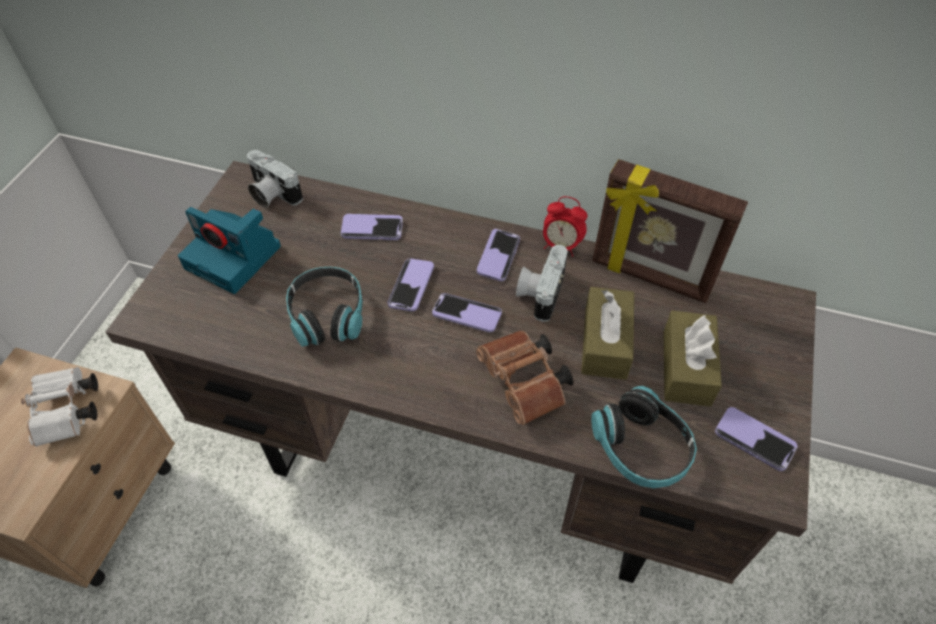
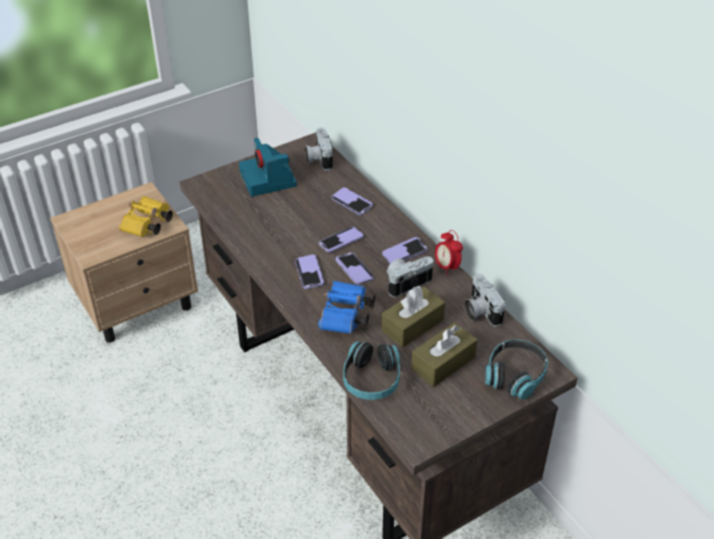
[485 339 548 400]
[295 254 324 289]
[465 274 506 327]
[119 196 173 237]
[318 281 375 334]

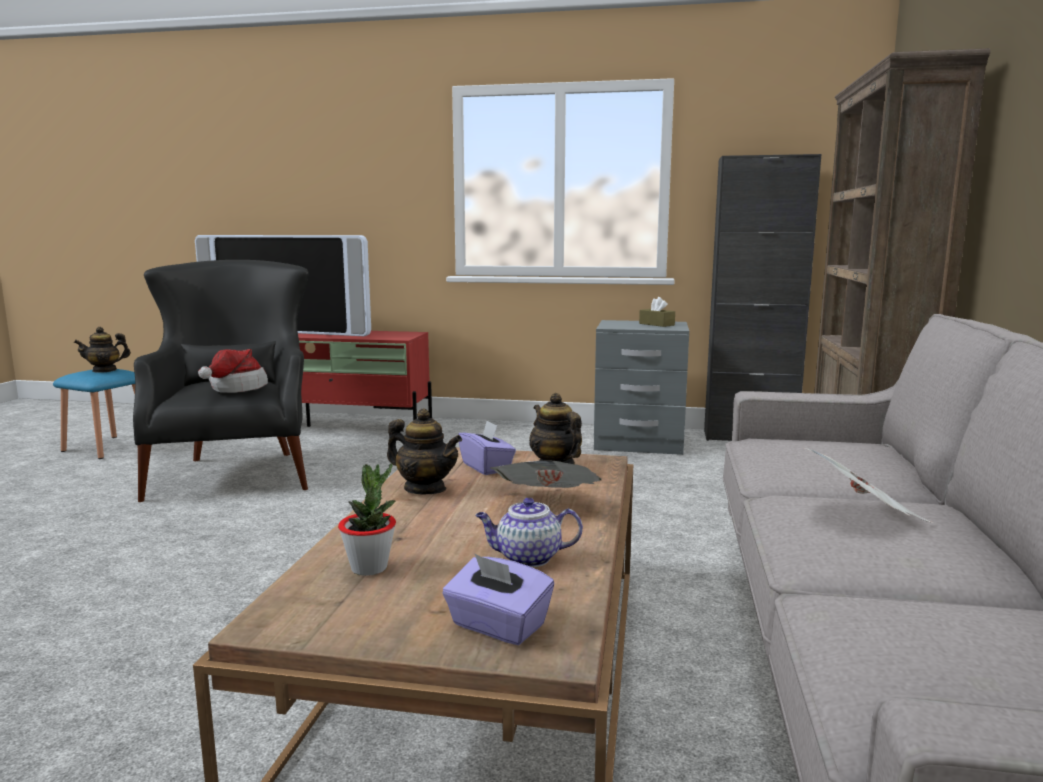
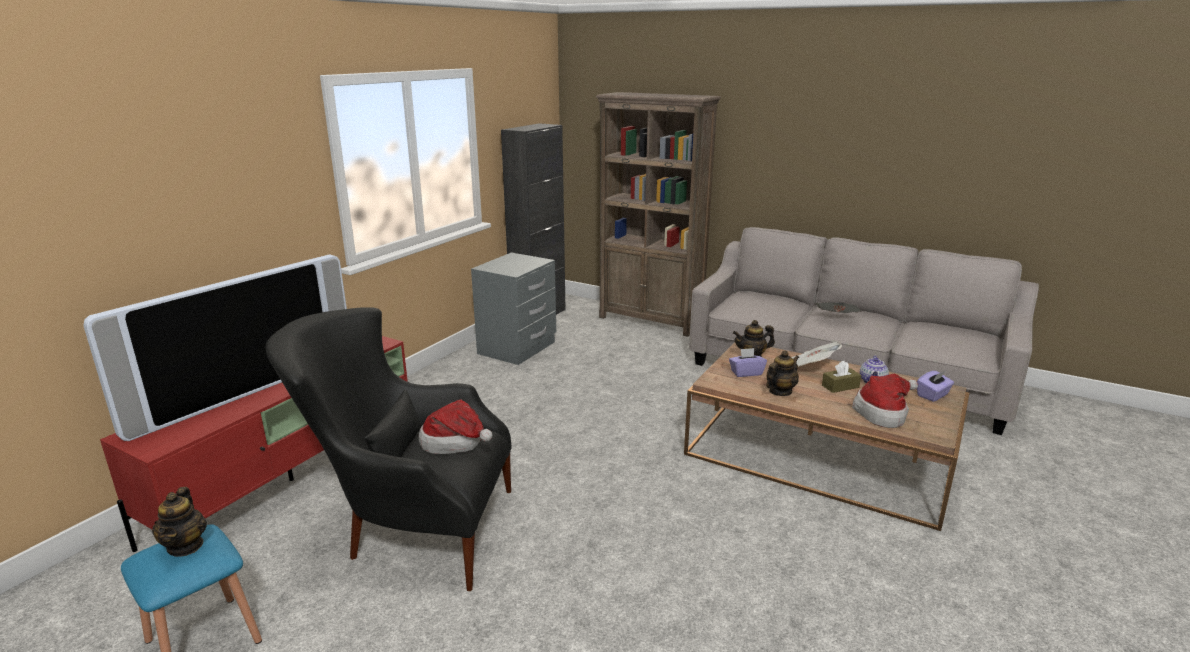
[822 361 861 393]
[852 374 918 428]

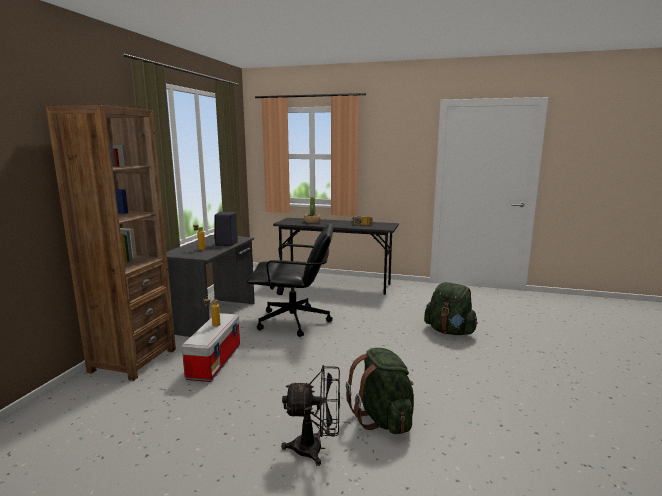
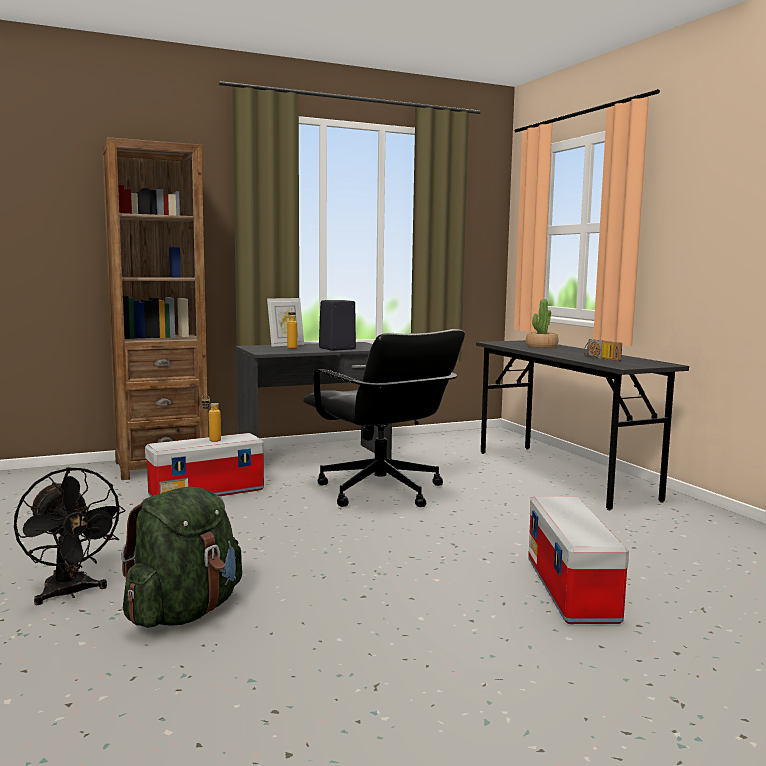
[267 298 304 347]
[528 496 629 624]

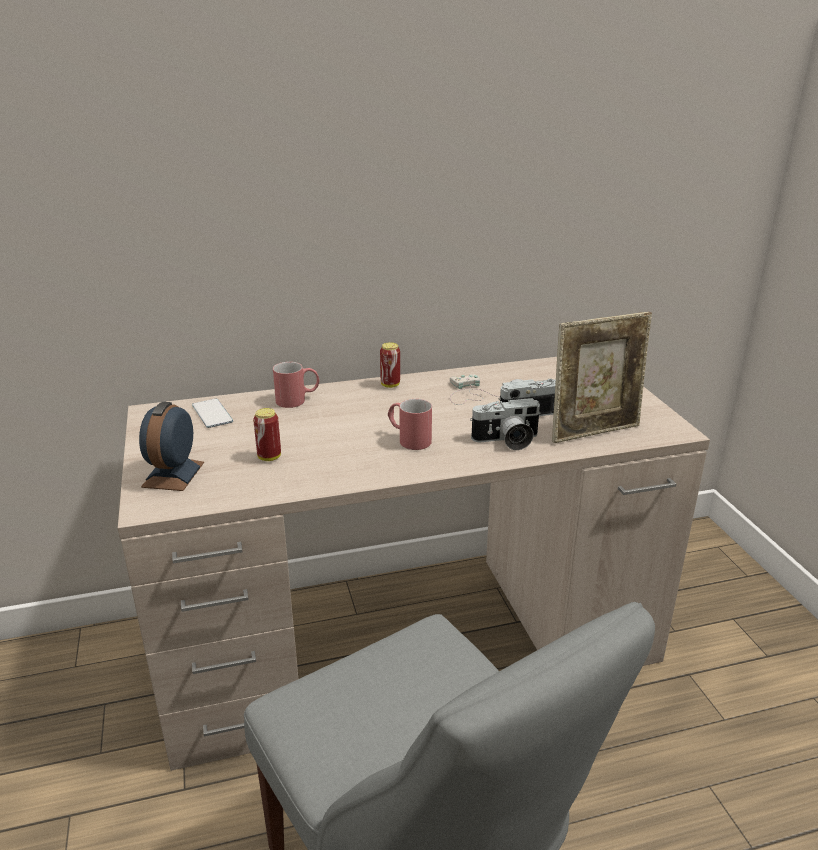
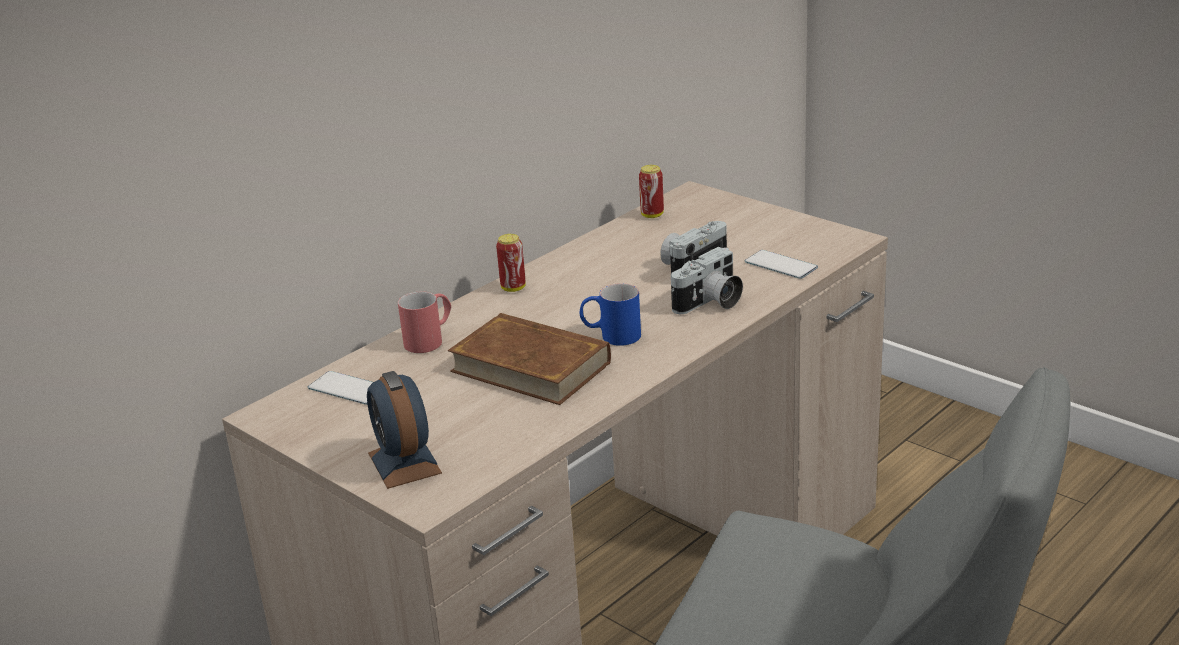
[450 374 500 405] (first image)
[448 313 611 405]
[639 165 664 218]
[744 250 818 279]
[580 283 641 346]

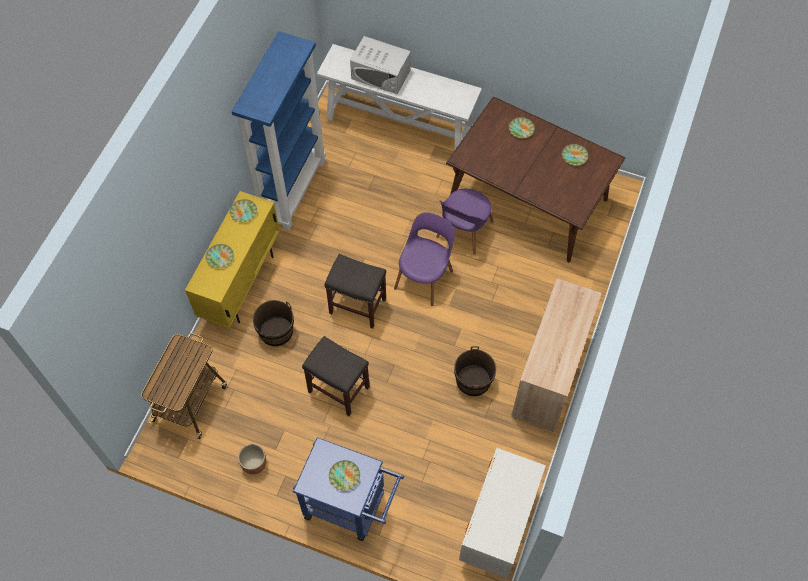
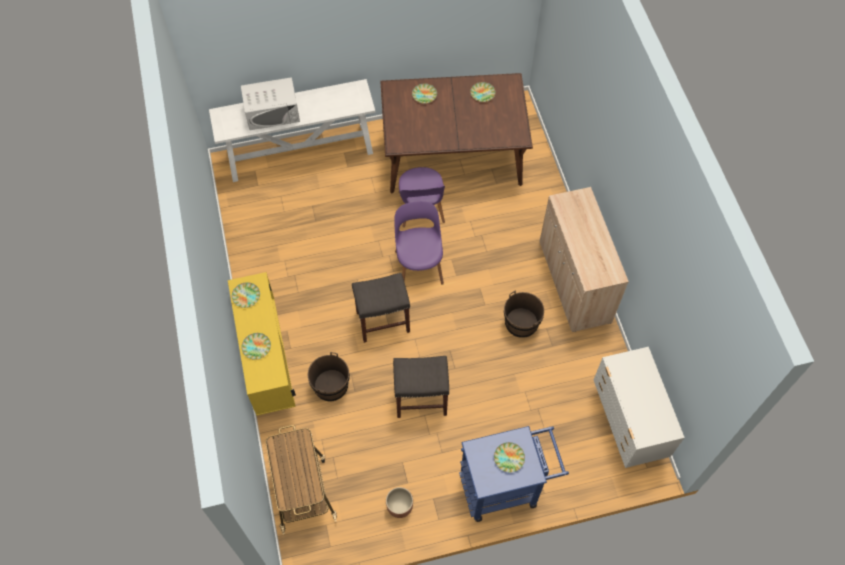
[232 31 326 231] (first image)

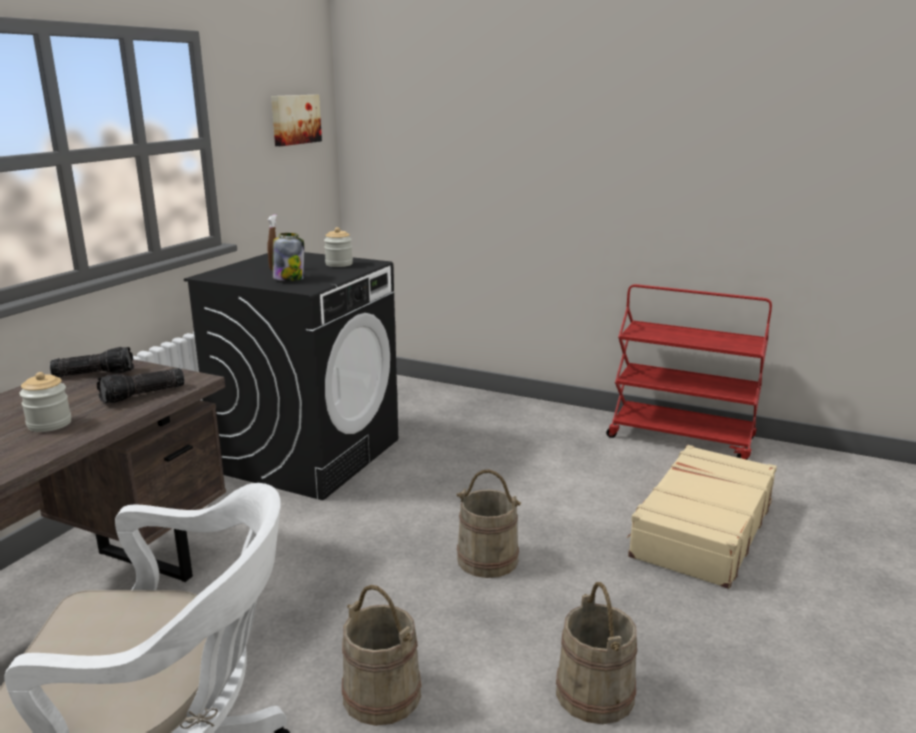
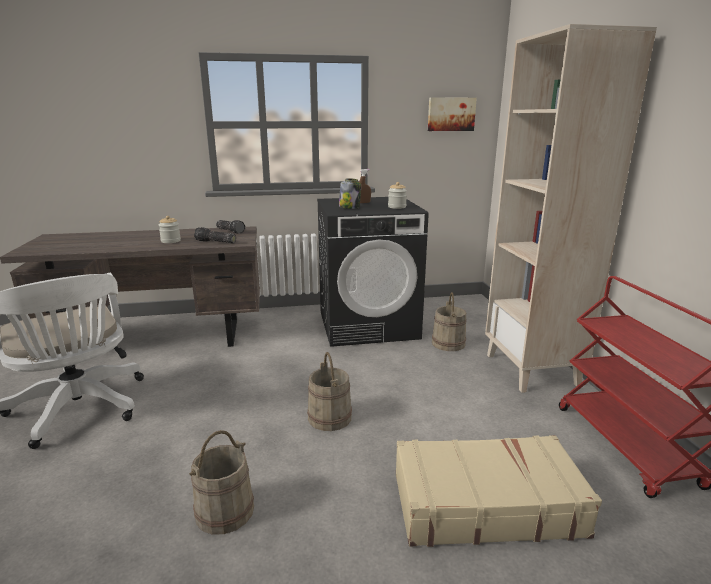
[485 24 657 393]
[432 292 467 351]

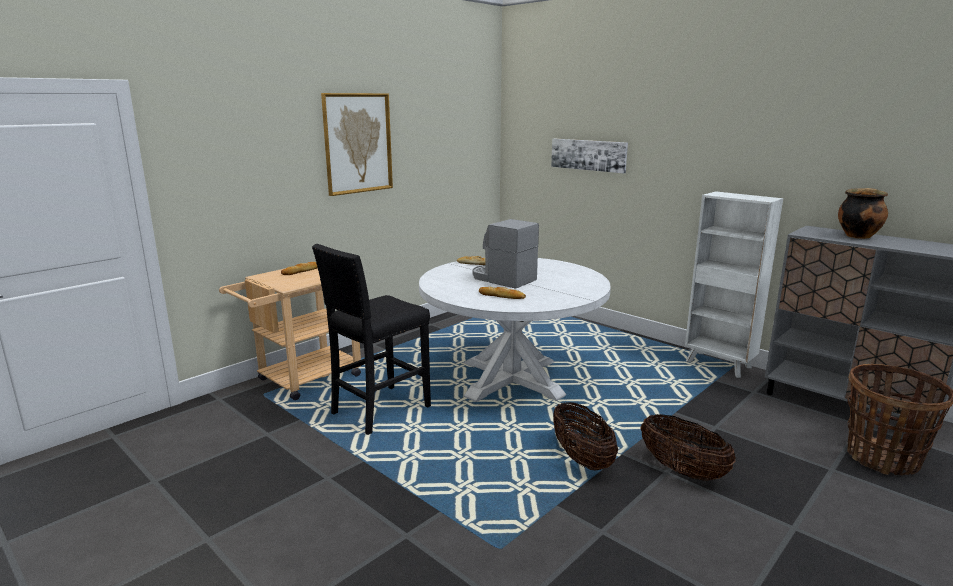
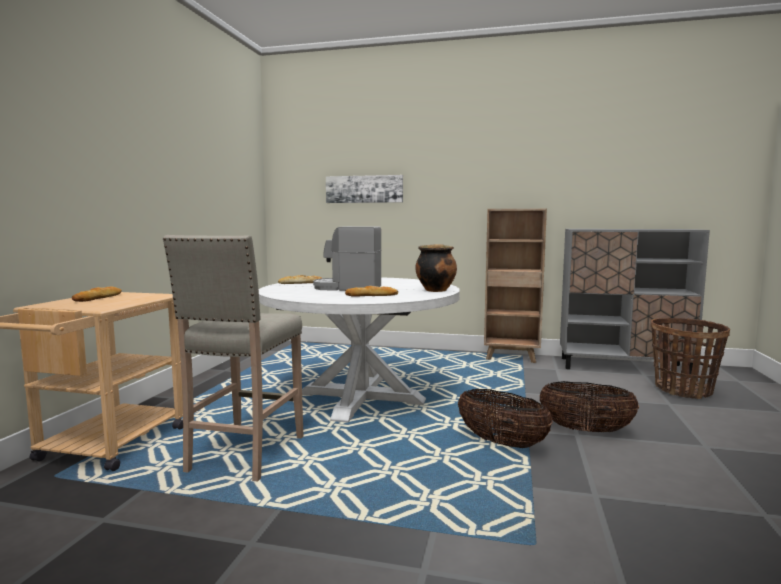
[321 93 393 196] (first image)
[415 244 457 292]
[163 235 304 482]
[484 209 547 363]

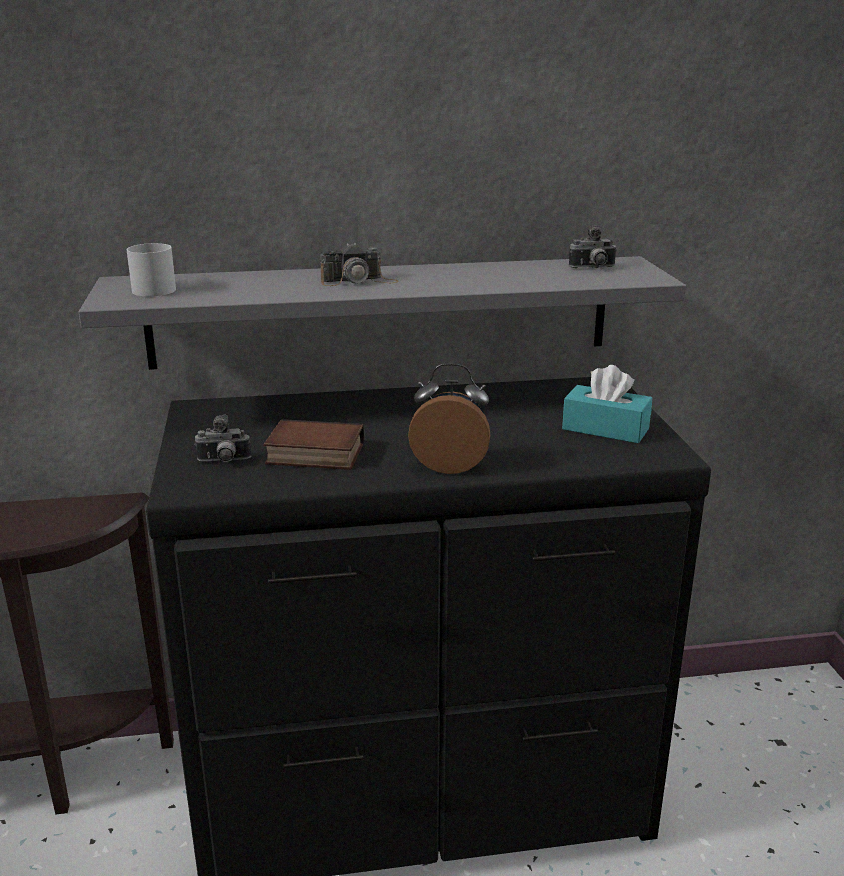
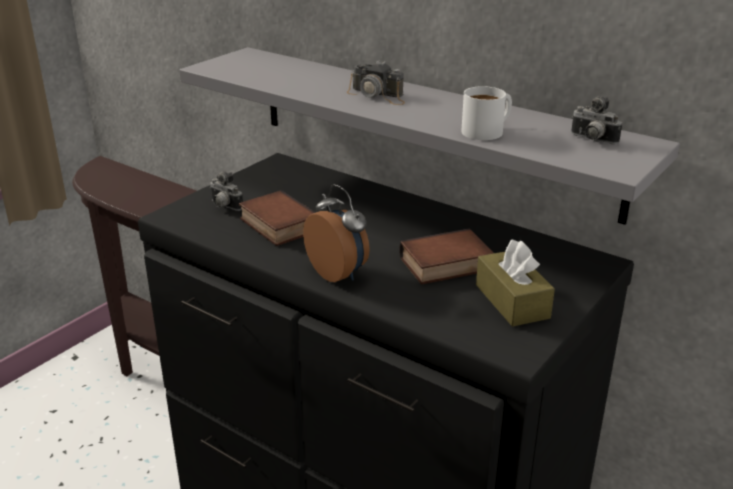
[399 229 494 284]
[461 86 512 140]
[476 239 555 327]

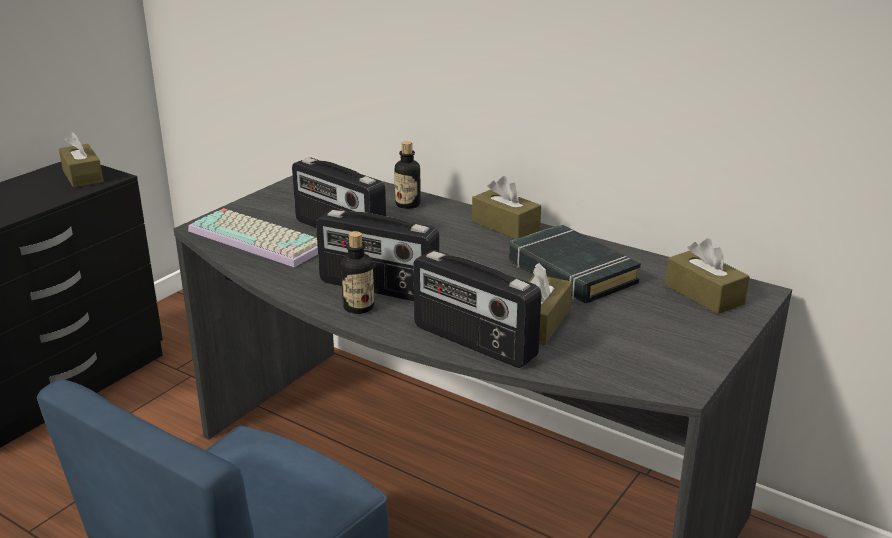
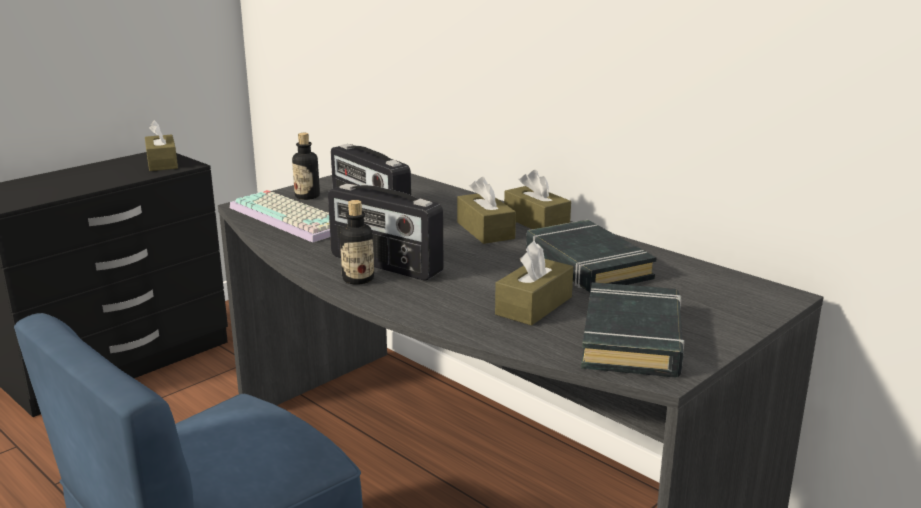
[413 250 542 368] (first image)
[581 282 685 377]
[292 133 320 200]
[457 177 516 244]

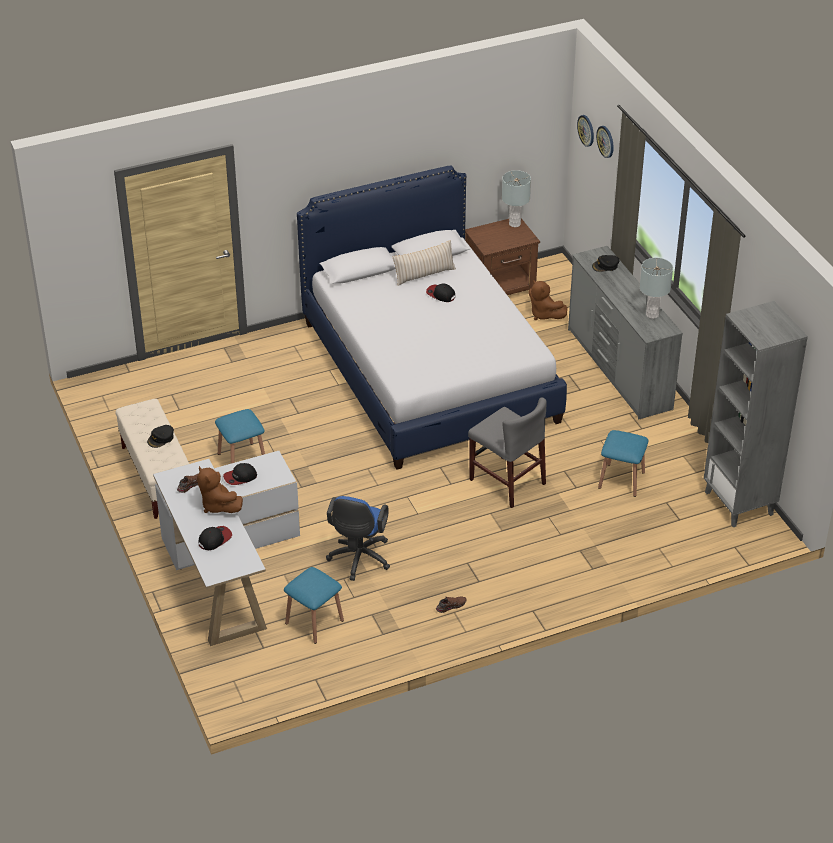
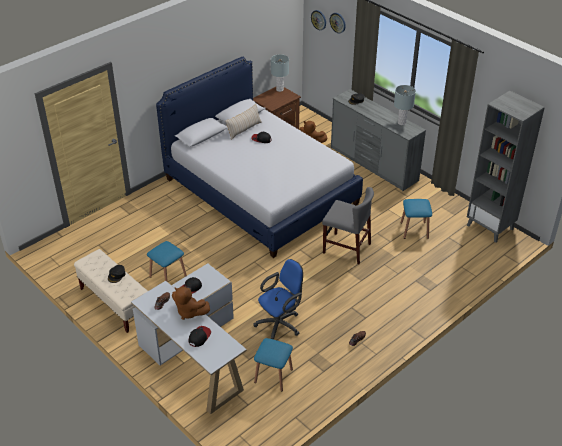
[254 259 303 339]

